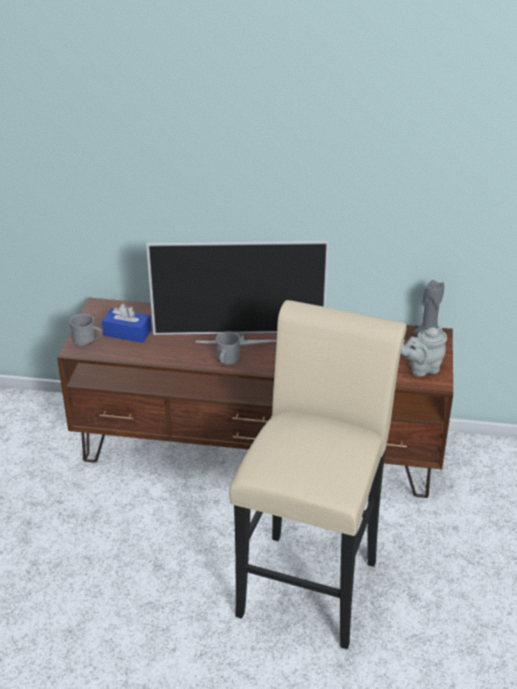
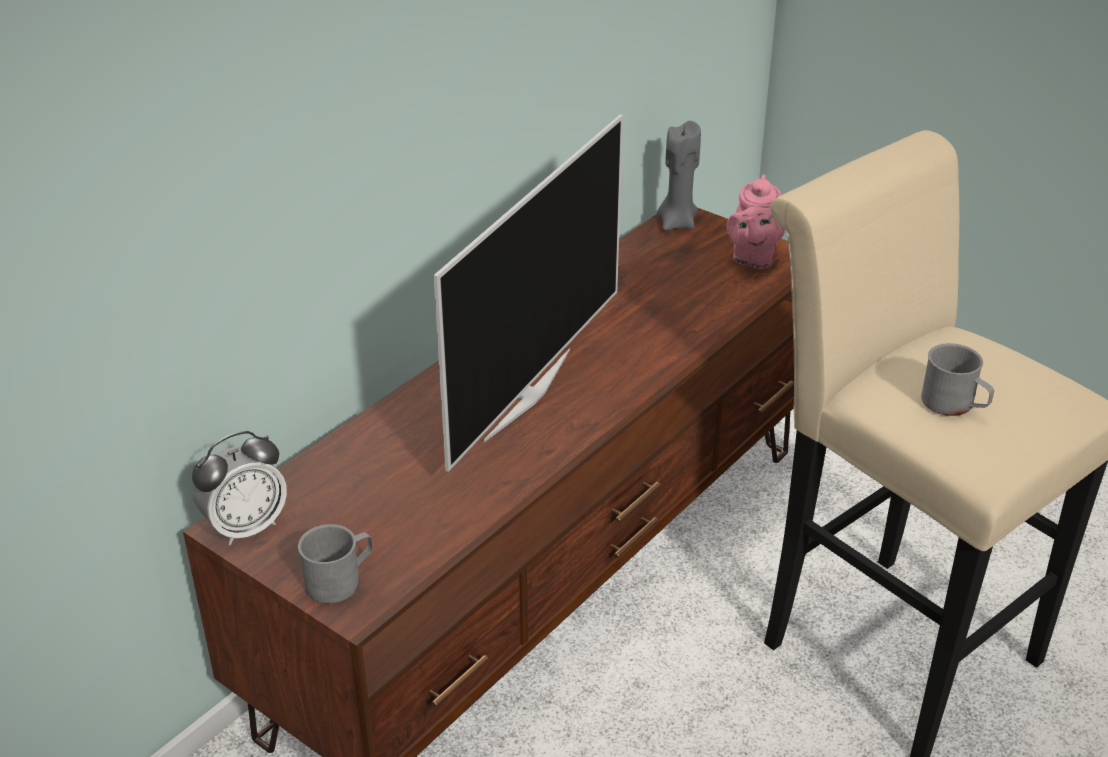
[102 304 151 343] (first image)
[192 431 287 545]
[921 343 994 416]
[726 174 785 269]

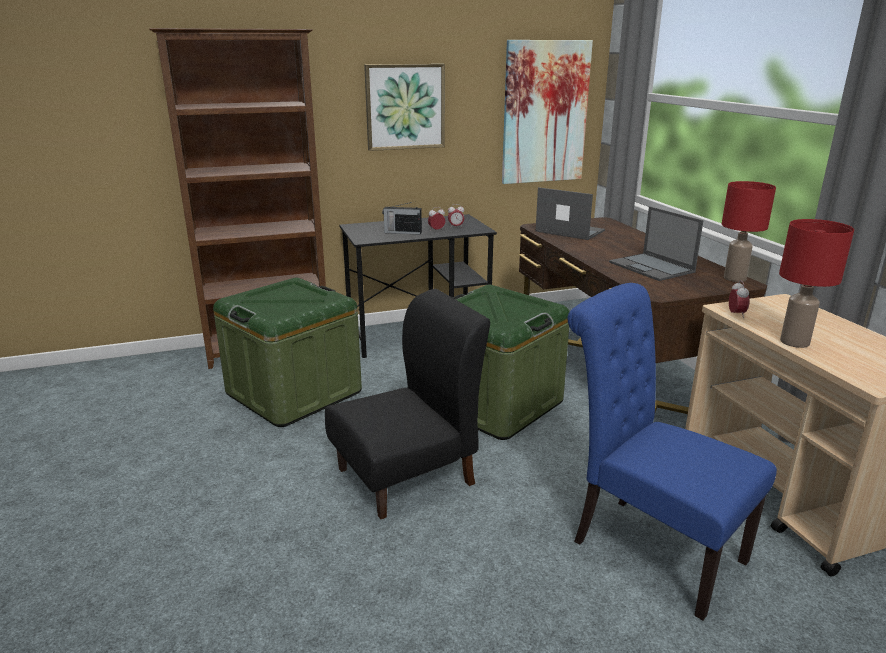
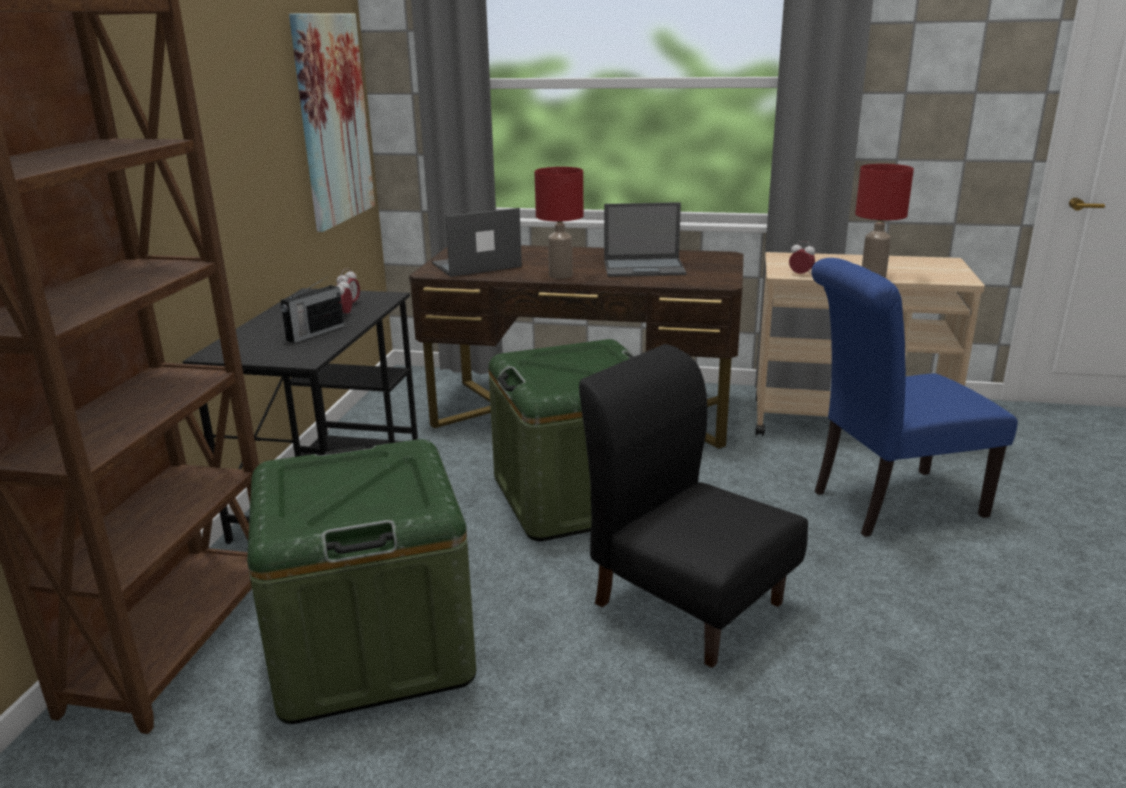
[364 64 445 151] (first image)
[535 167 583 279]
[579 344 808 668]

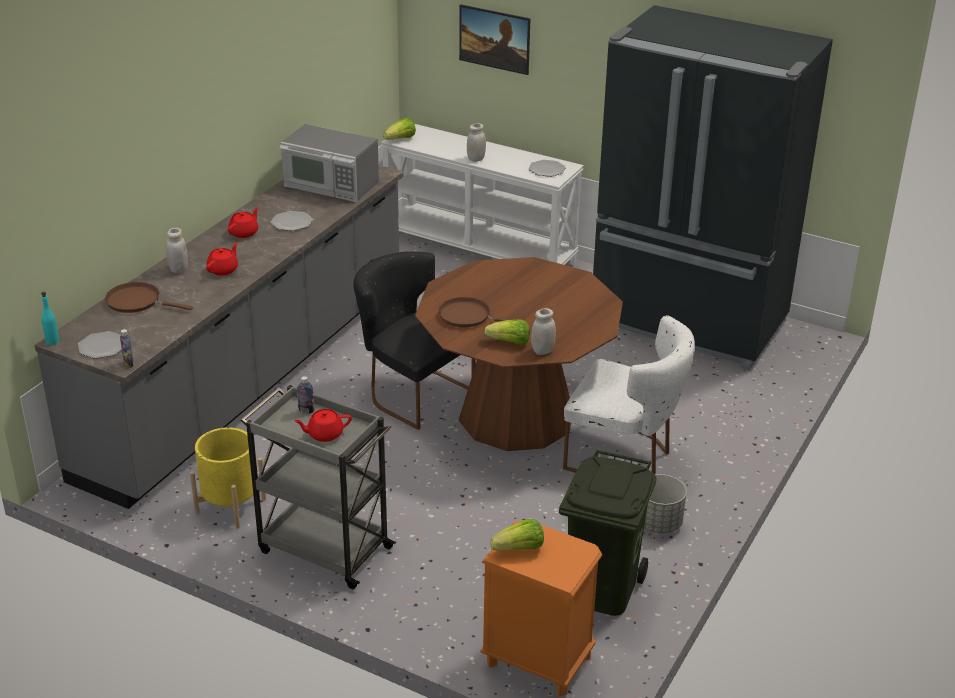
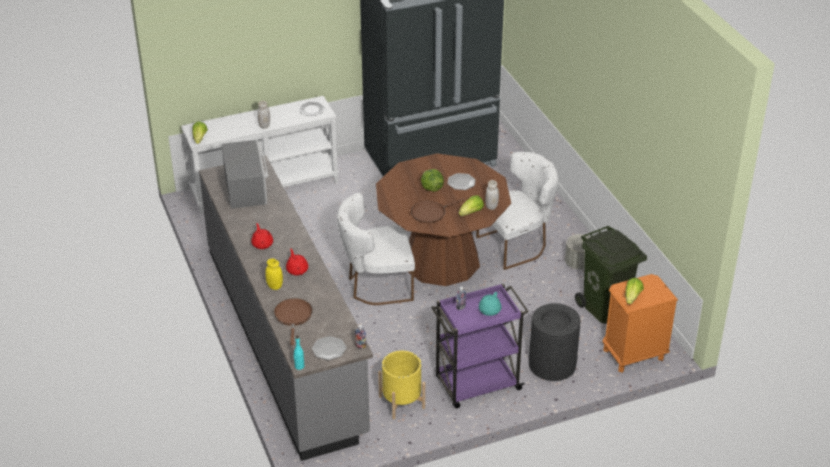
[459 4 531 75] (first image)
[421 169 444 192]
[529 303 581 381]
[447 173 476 190]
[265 258 283 290]
[431 283 529 408]
[479 292 501 316]
[337 192 415 305]
[274 298 313 345]
[222 140 268 209]

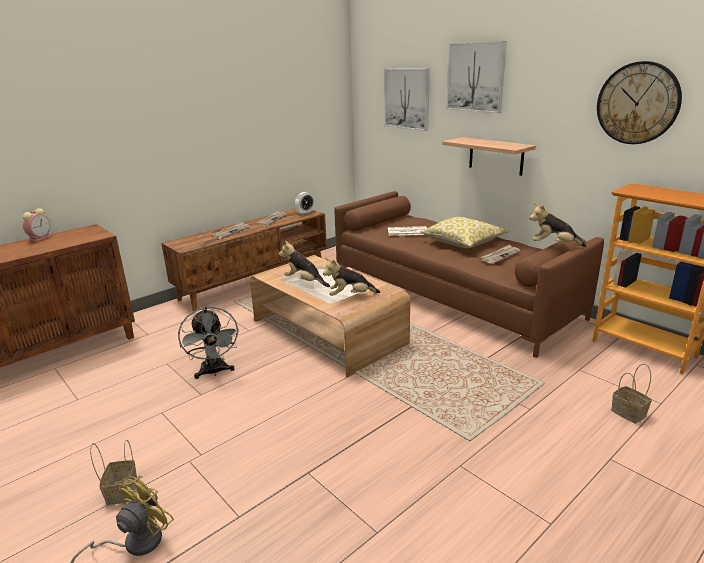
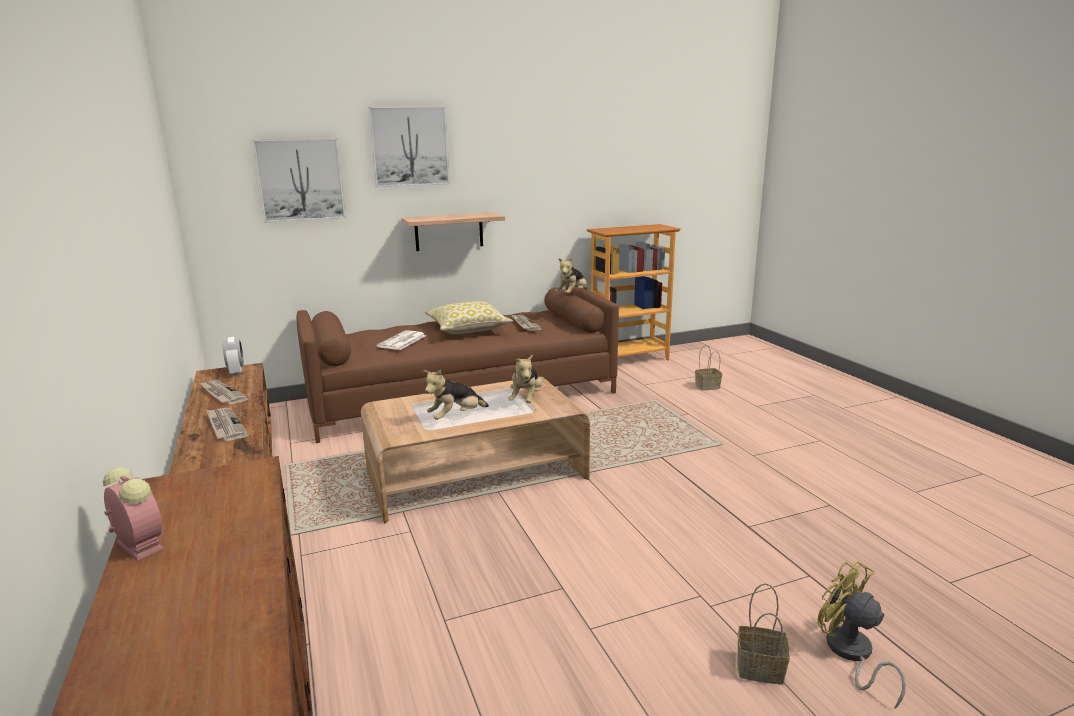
[178 306 239 379] (first image)
[597 61 682 144] (first image)

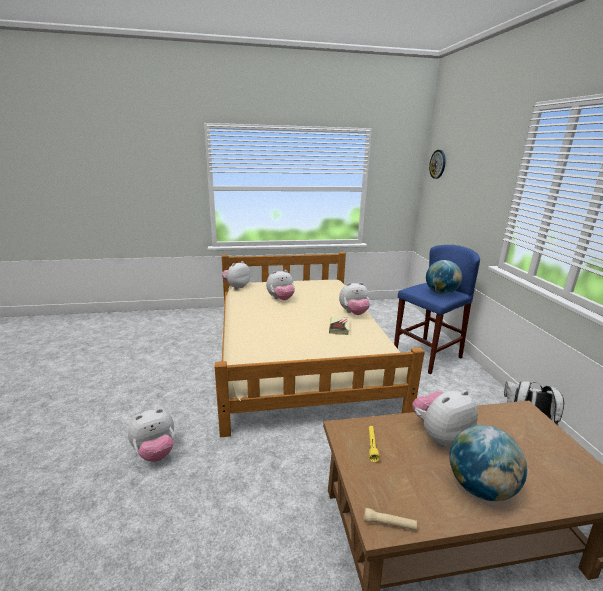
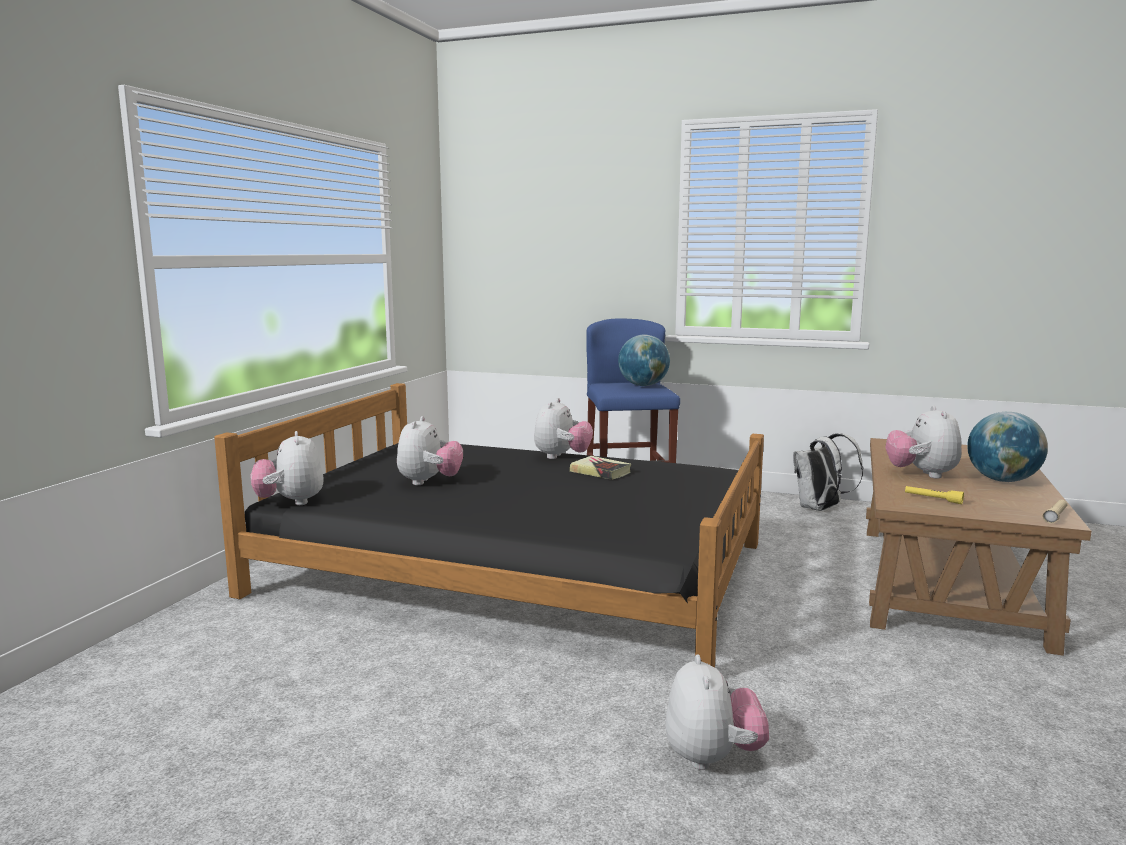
[429 150 446 179] (first image)
[214 383 764 668]

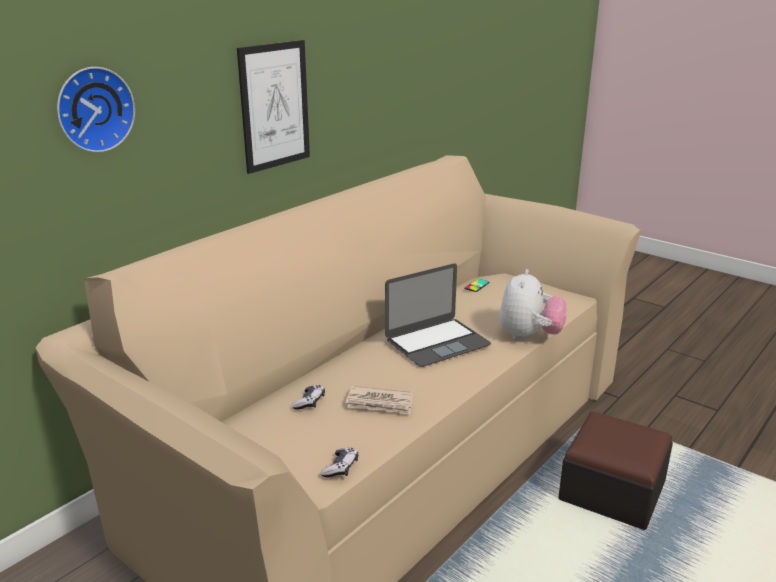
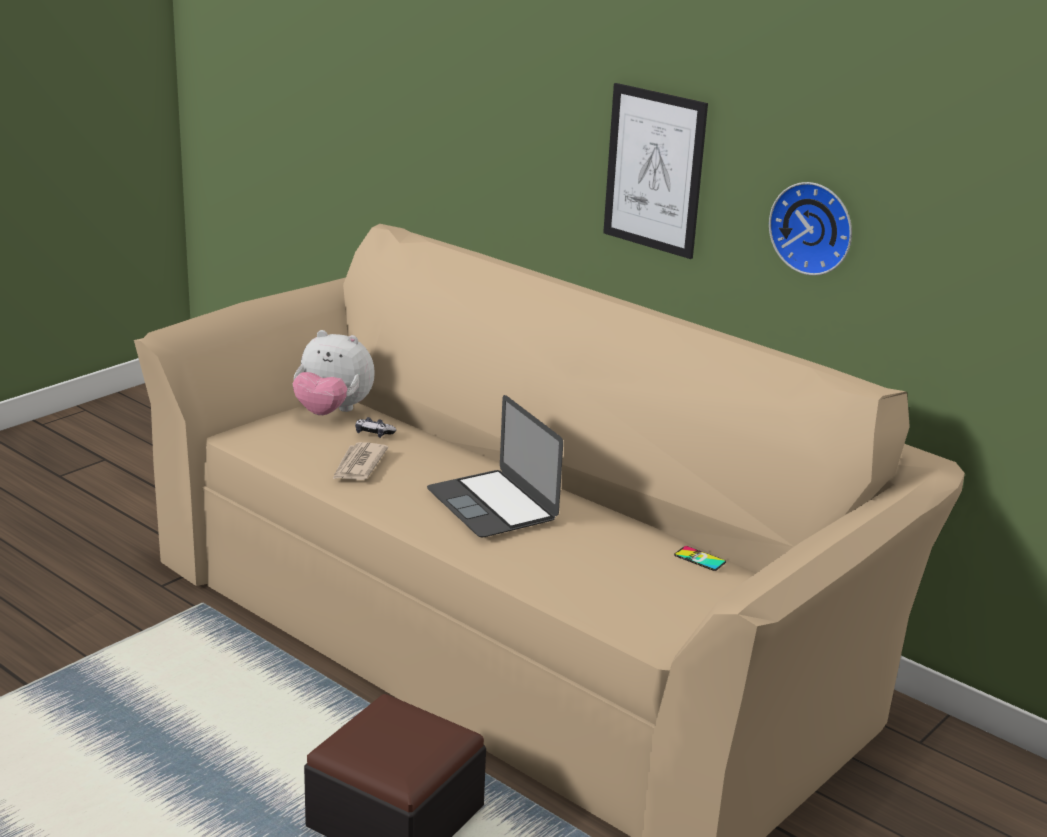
[321 448 358 477] (first image)
[769 182 852 275]
[293 330 375 415]

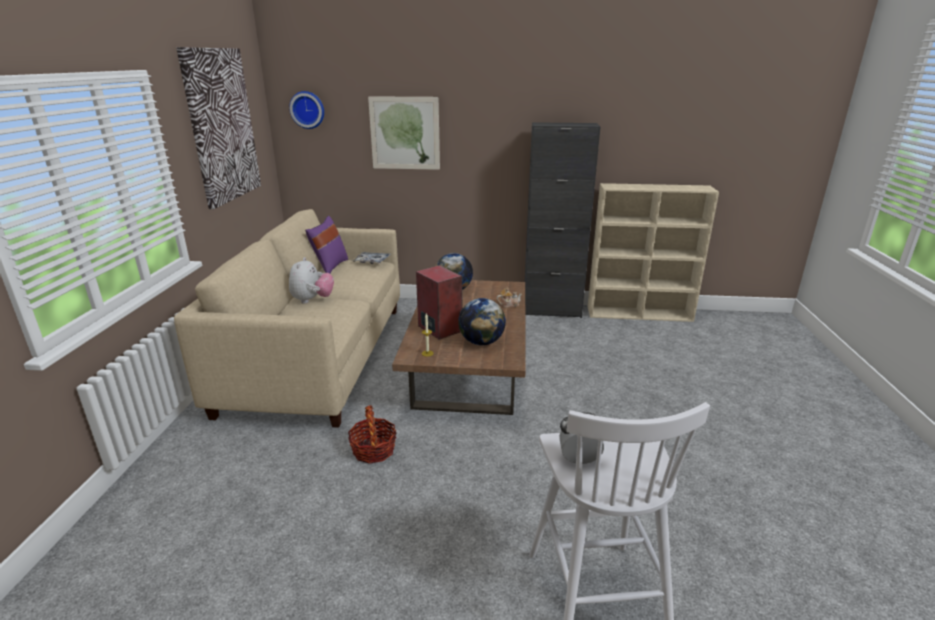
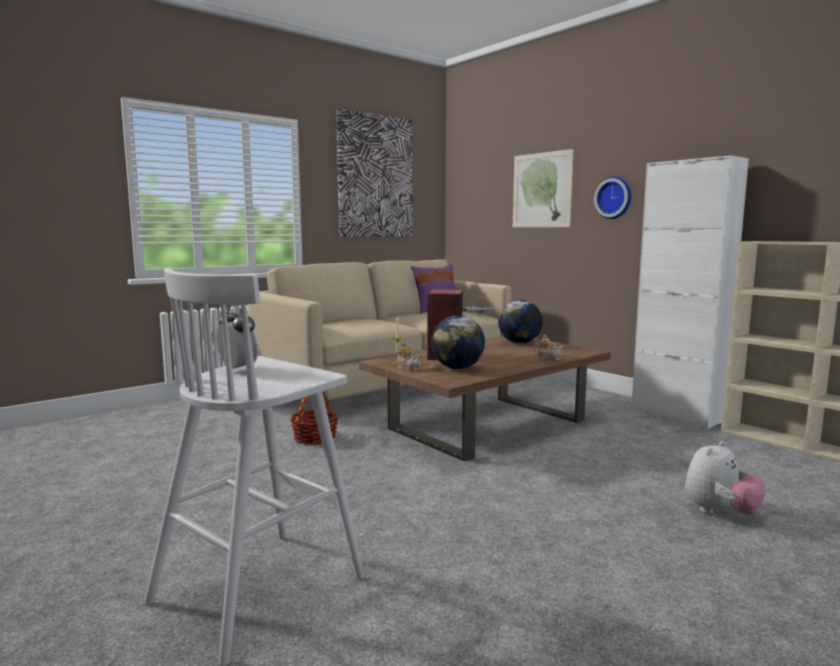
[394 342 422 371]
[594 176 632 219]
[685 441 766 515]
[631 155 749 429]

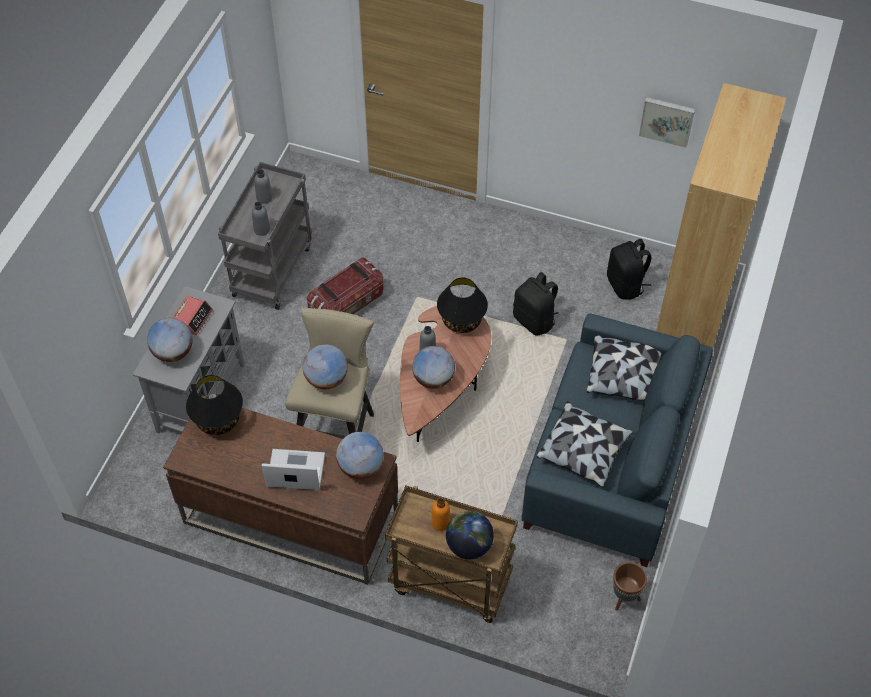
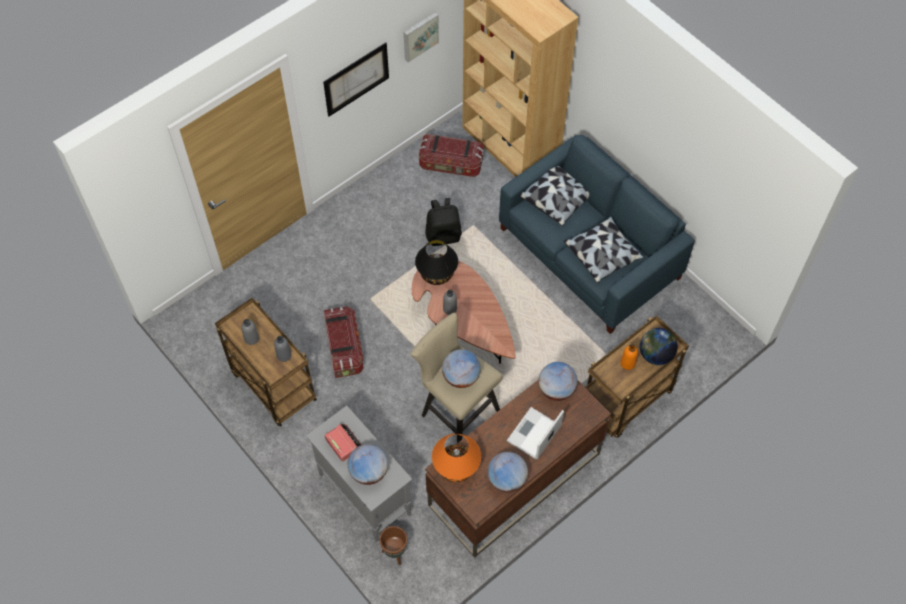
[323 42 389 117]
[487 452 528 493]
[379 526 407 565]
[419 134 484 177]
[432 434 481 482]
[215 298 317 427]

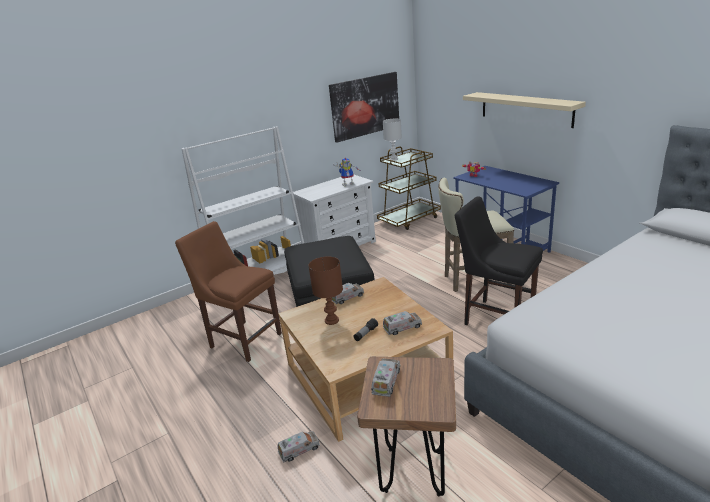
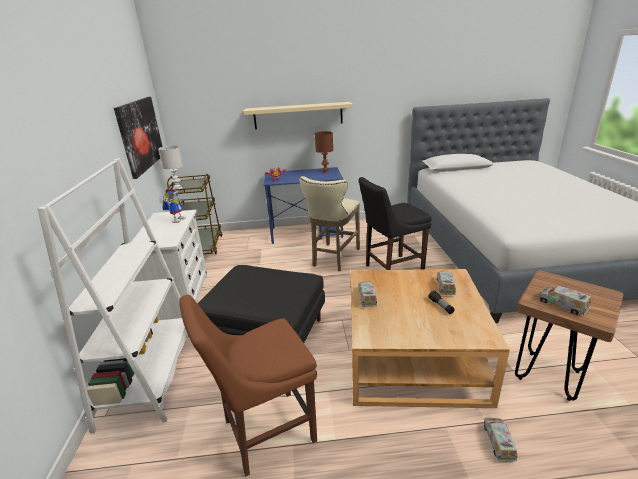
[315 131 333 173]

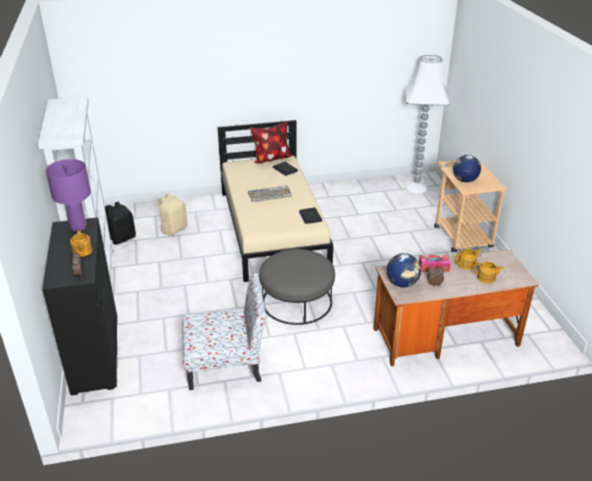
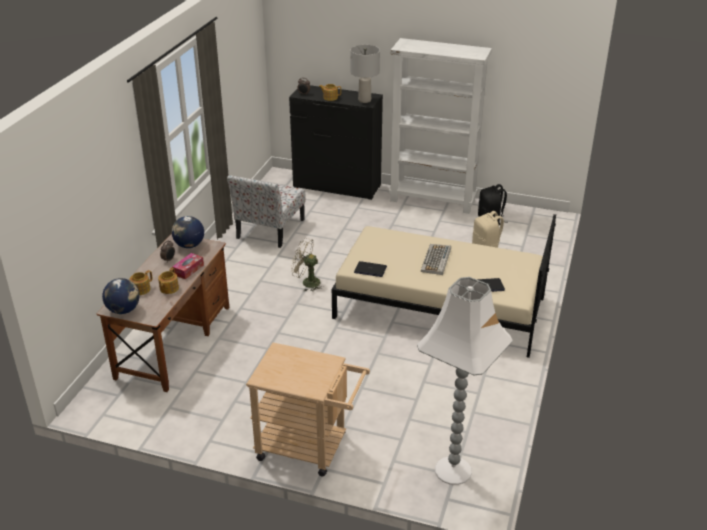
[250 122 292 163] (first image)
[102 278 140 314]
[291 238 324 291]
[350 45 380 103]

